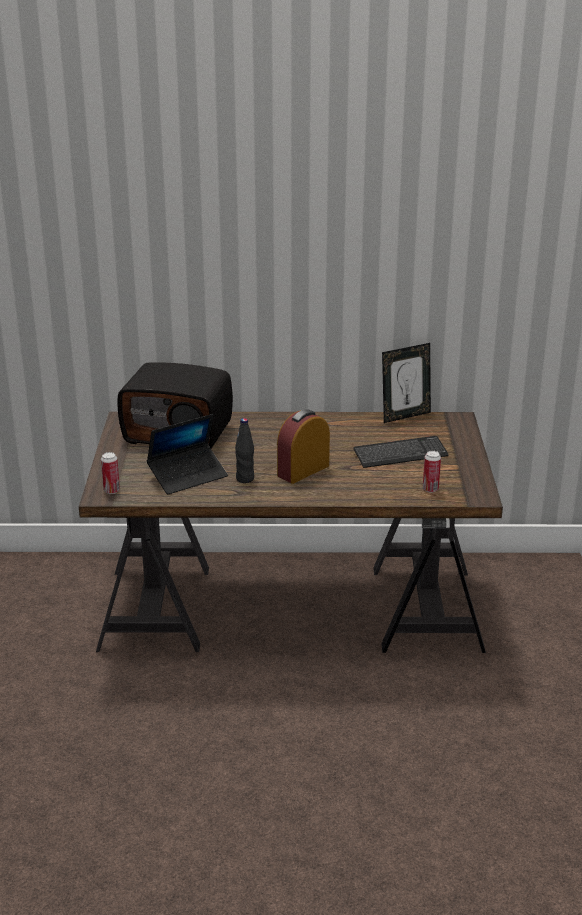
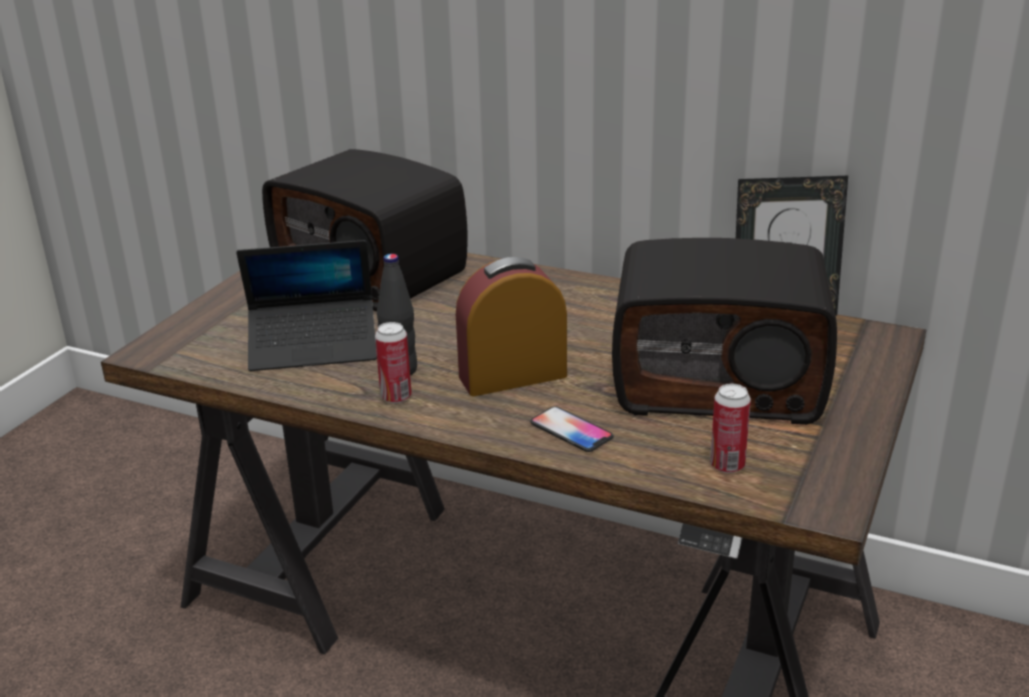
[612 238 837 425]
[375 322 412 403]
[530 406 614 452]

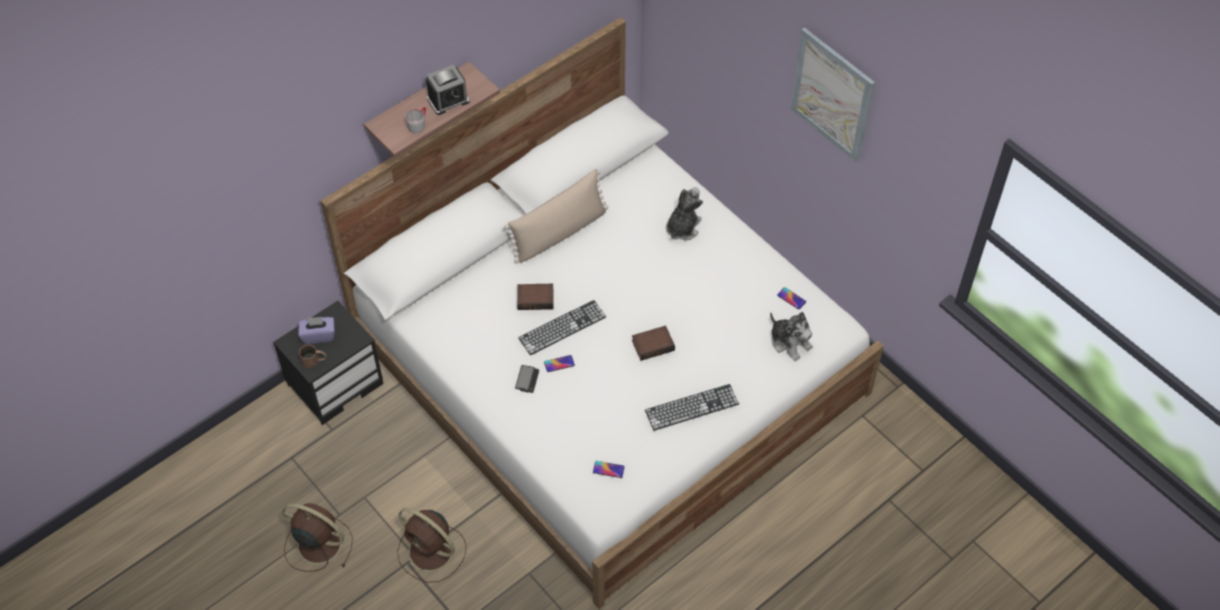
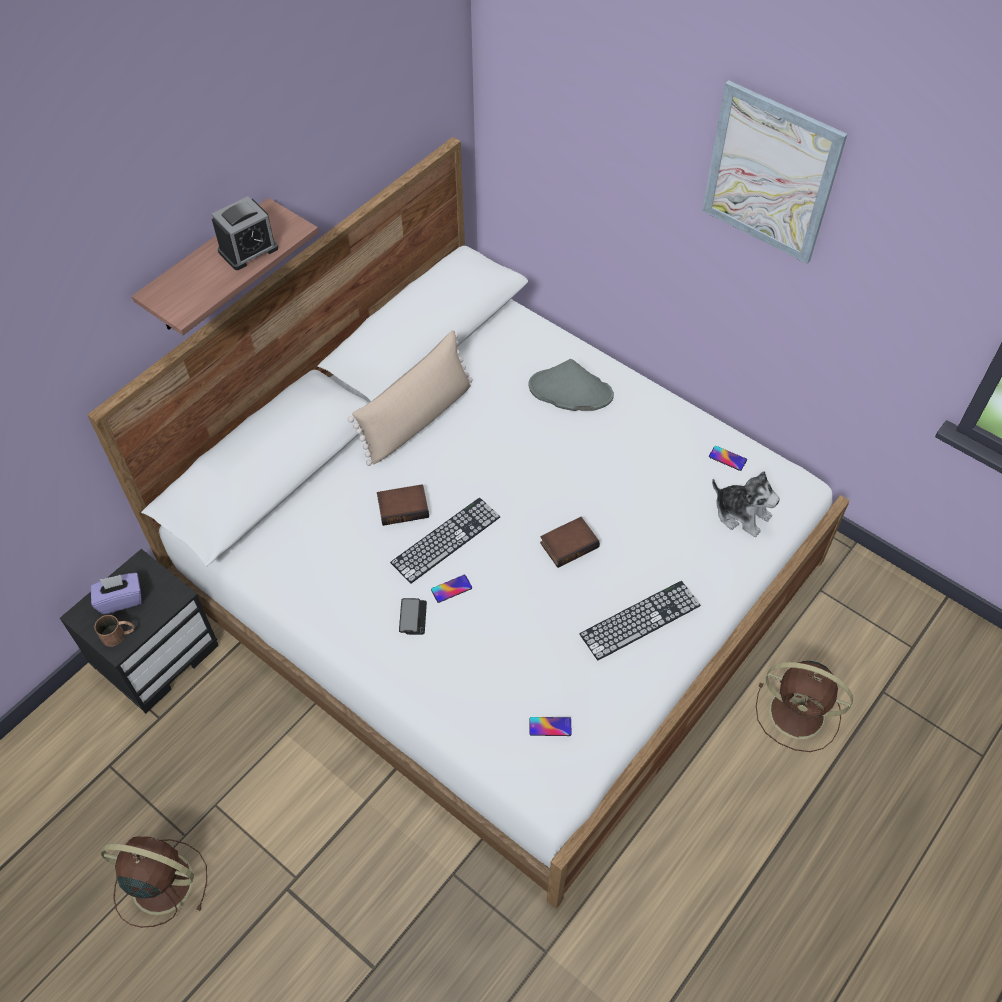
[405 107 426 134] (first image)
[528 359 614 411]
[756 661 853 752]

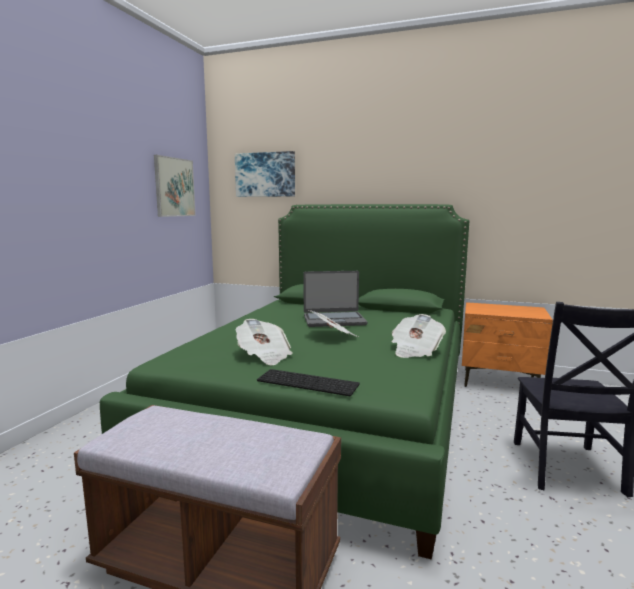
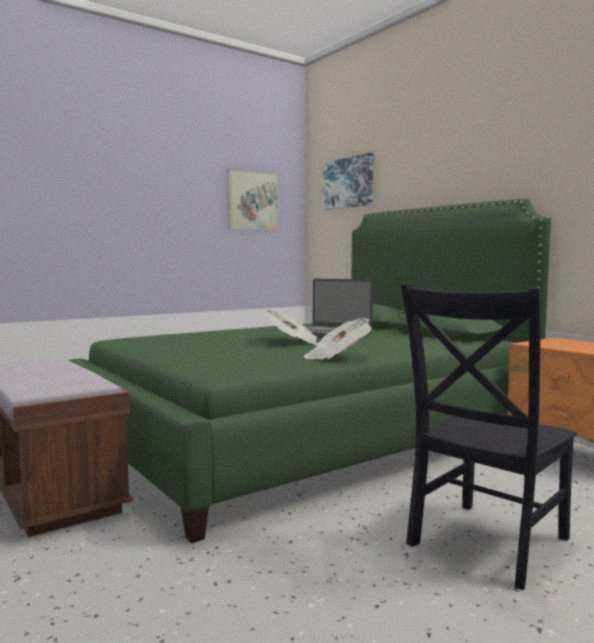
[235 319 293 366] (first image)
[257 369 360 396] (first image)

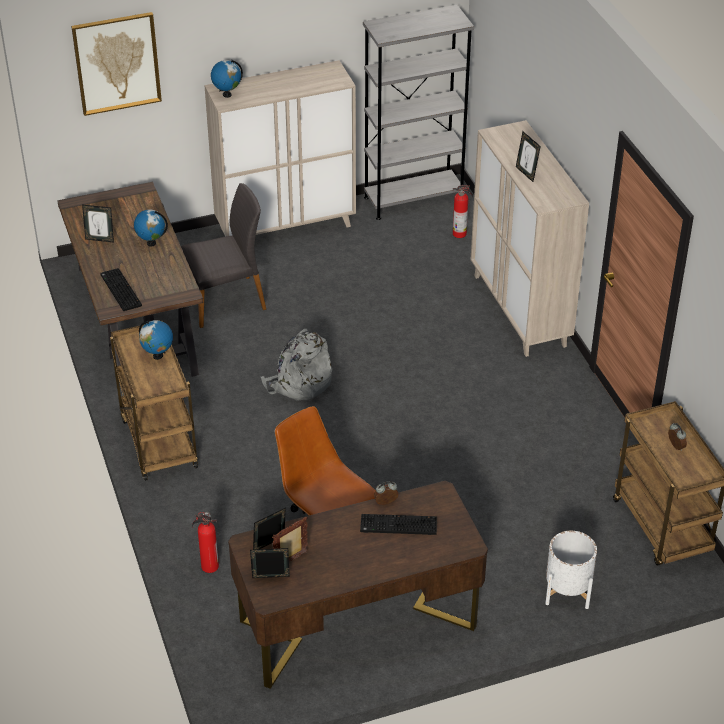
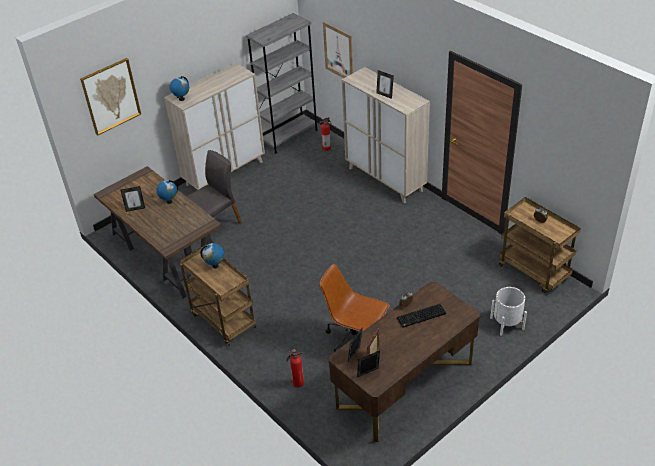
[100 268 142 311] (first image)
[261 329 332 401] (first image)
[323 22 353 78]

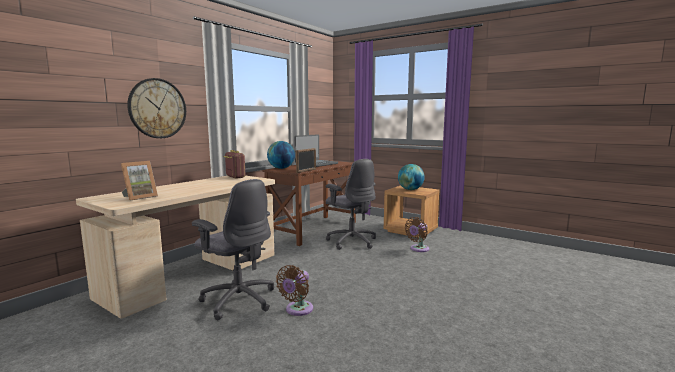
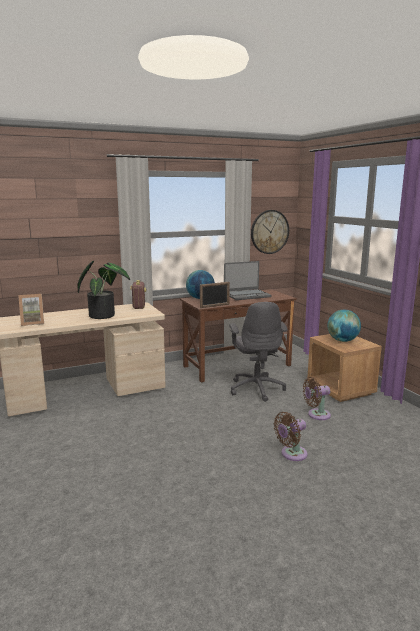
[251 210 289 254]
[192 179 274 320] (first image)
[274 412 308 461]
[78 260 130 319]

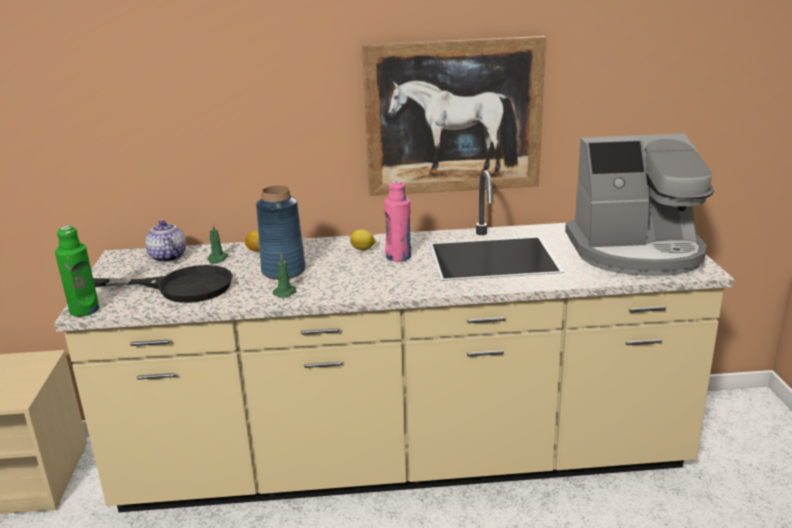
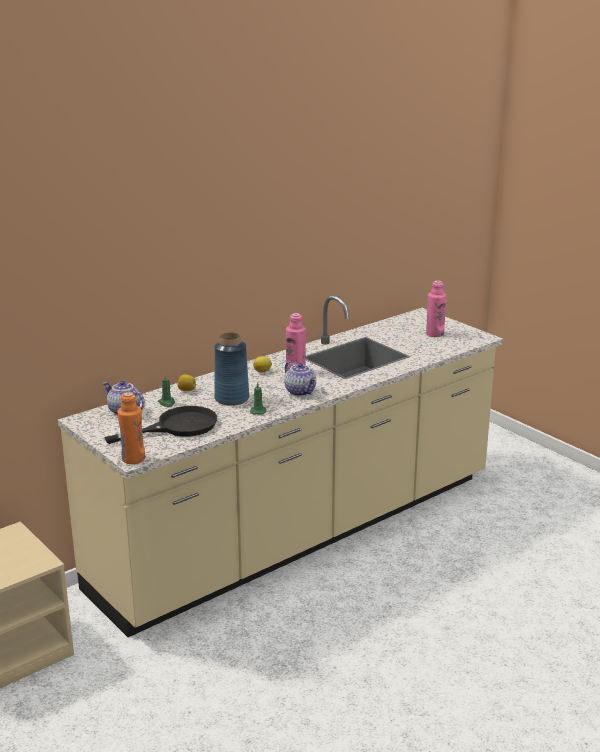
[362 36 546 196] (first image)
[426 280 446 337]
[118 392 145 464]
[284 362 316 396]

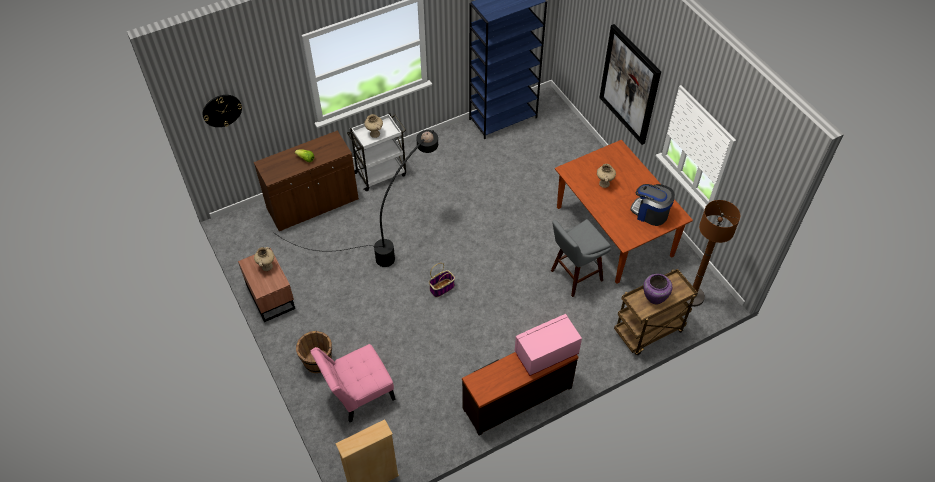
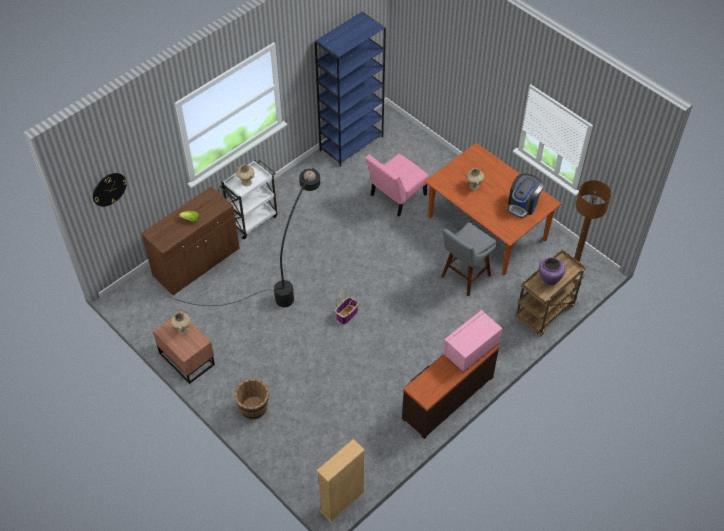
[599 24 661 145] (first image)
[508 174 544 218]
[366 154 429 216]

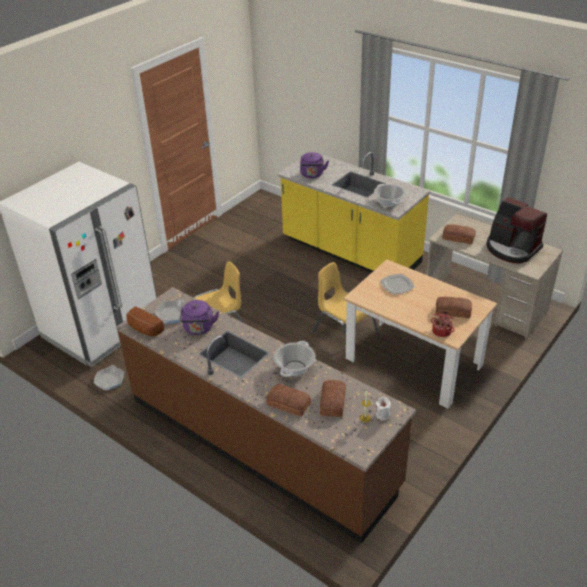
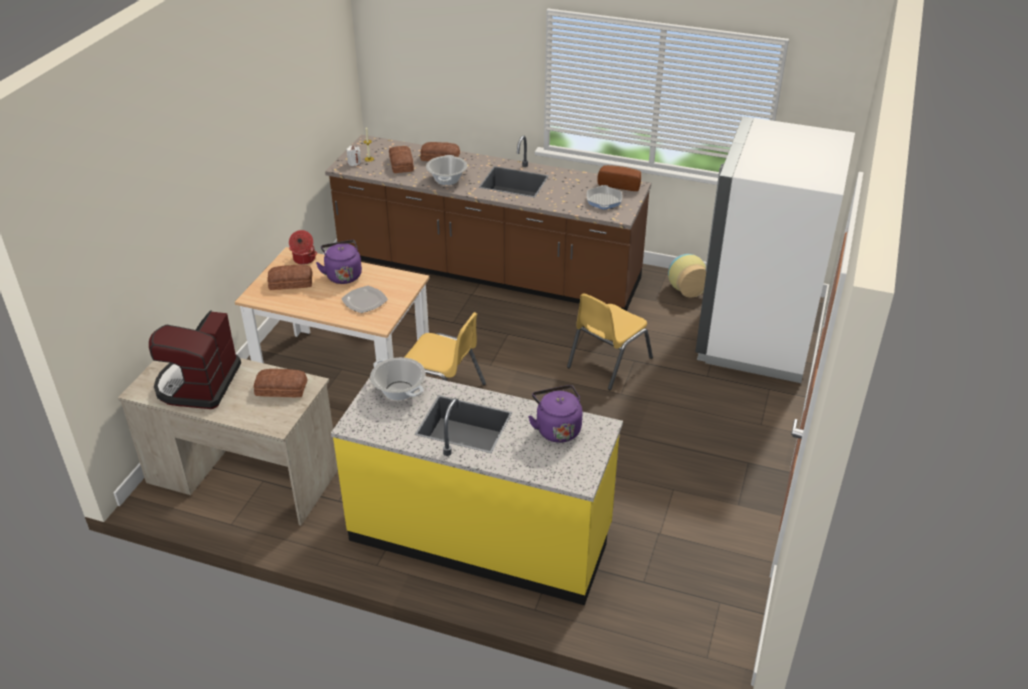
[149 310 241 409]
[316 240 362 284]
[668 254 706 298]

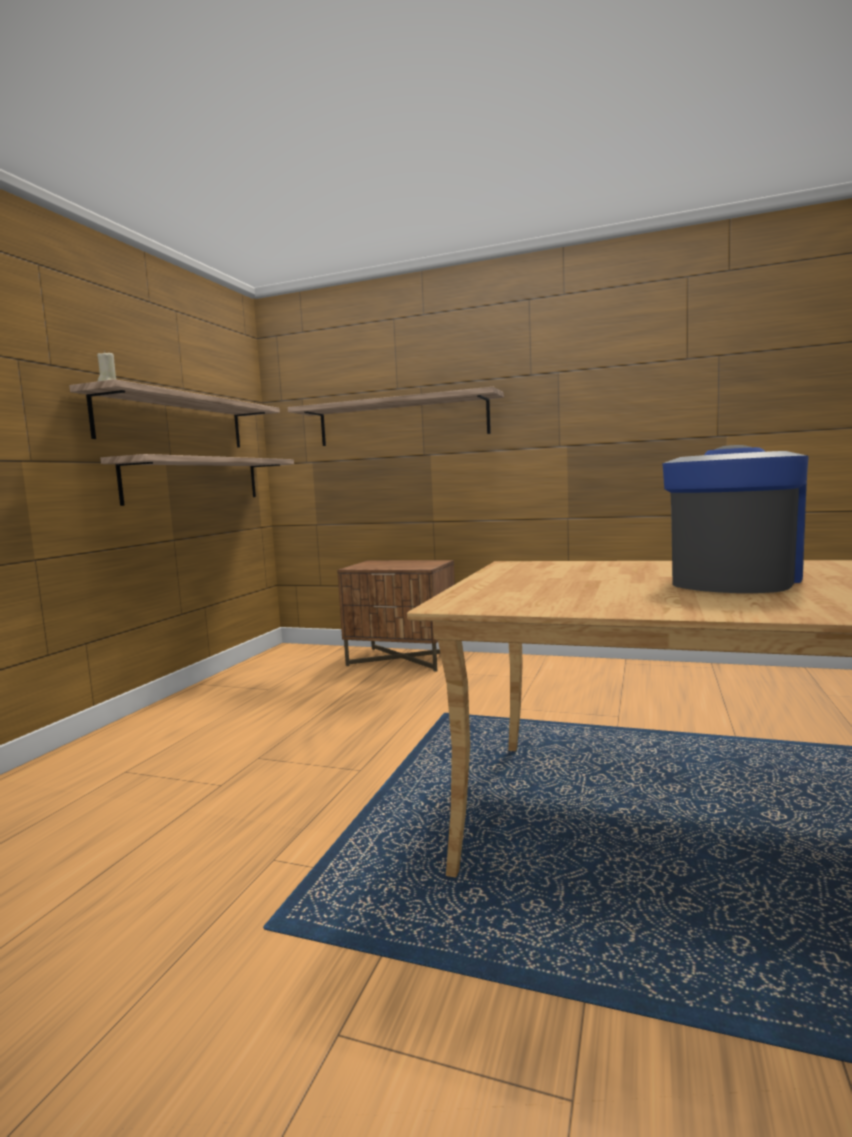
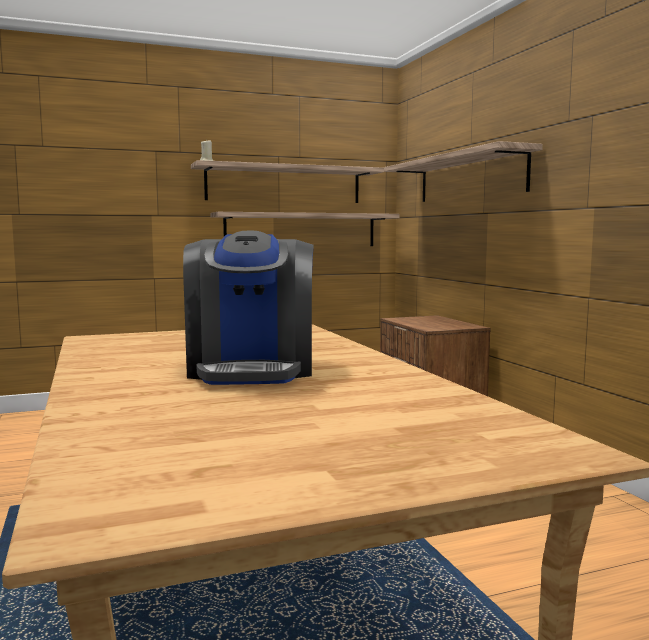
[183 231 314 385]

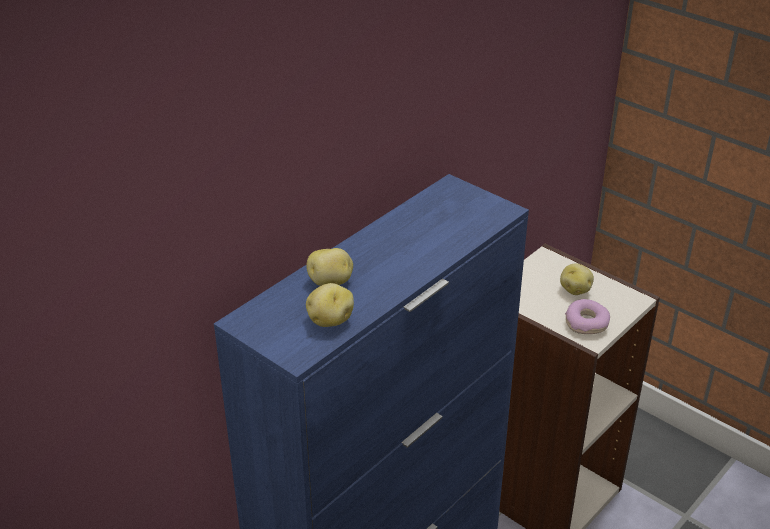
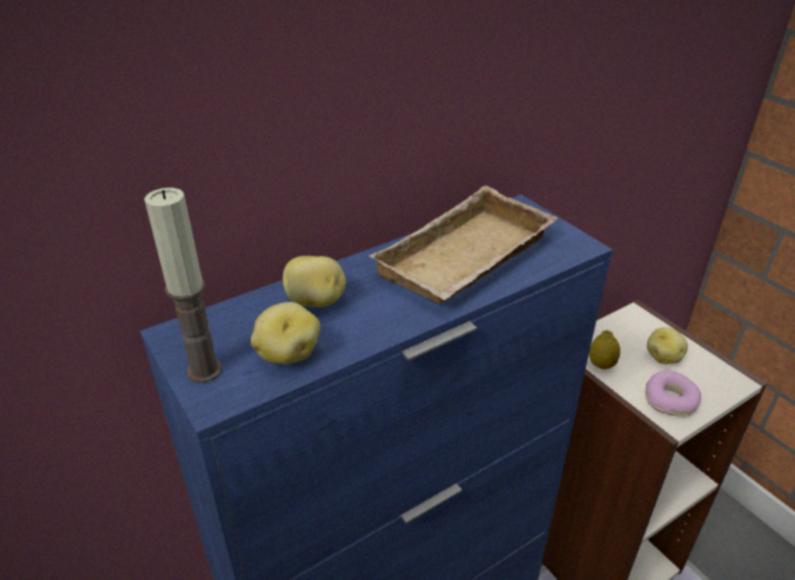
[369 185 558 304]
[144 188 222 383]
[589 330 620 369]

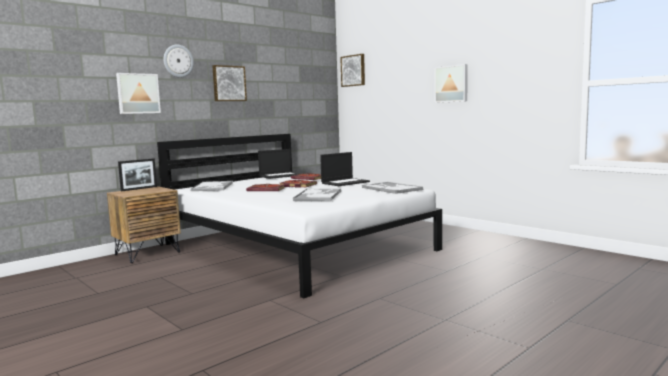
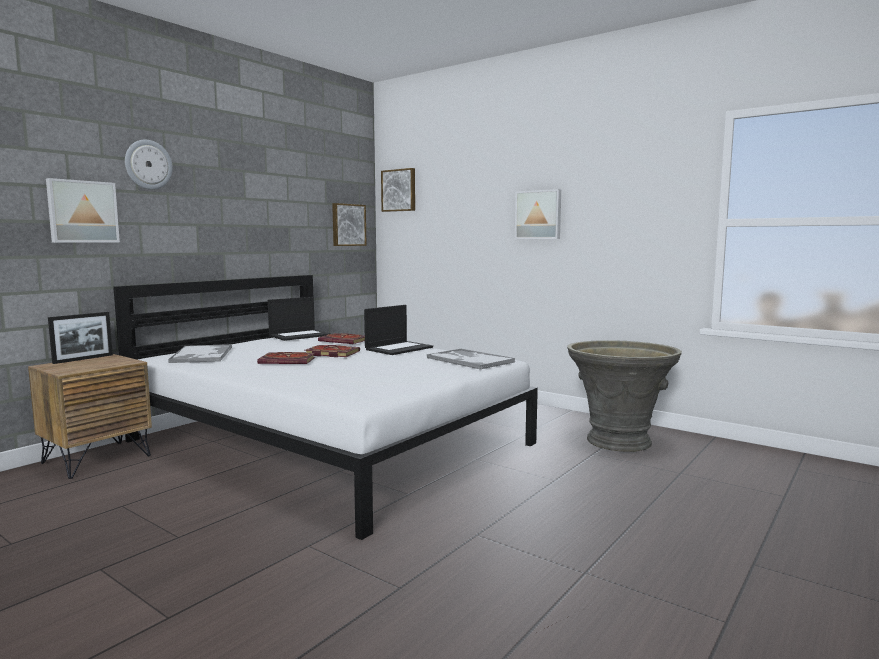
[332 203 367 246]
[293 189 341 201] (first image)
[567 340 682 452]

